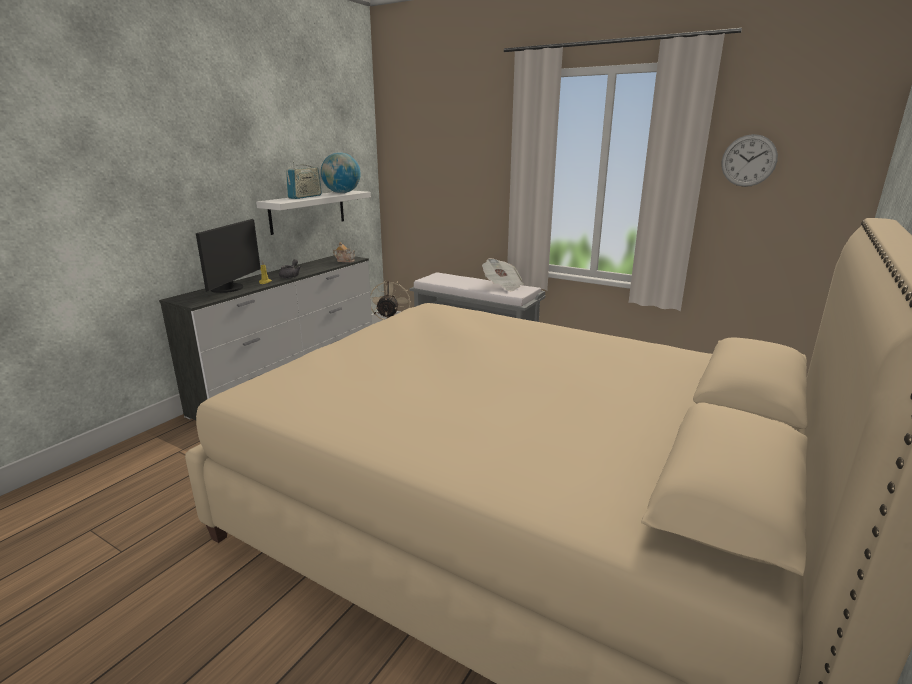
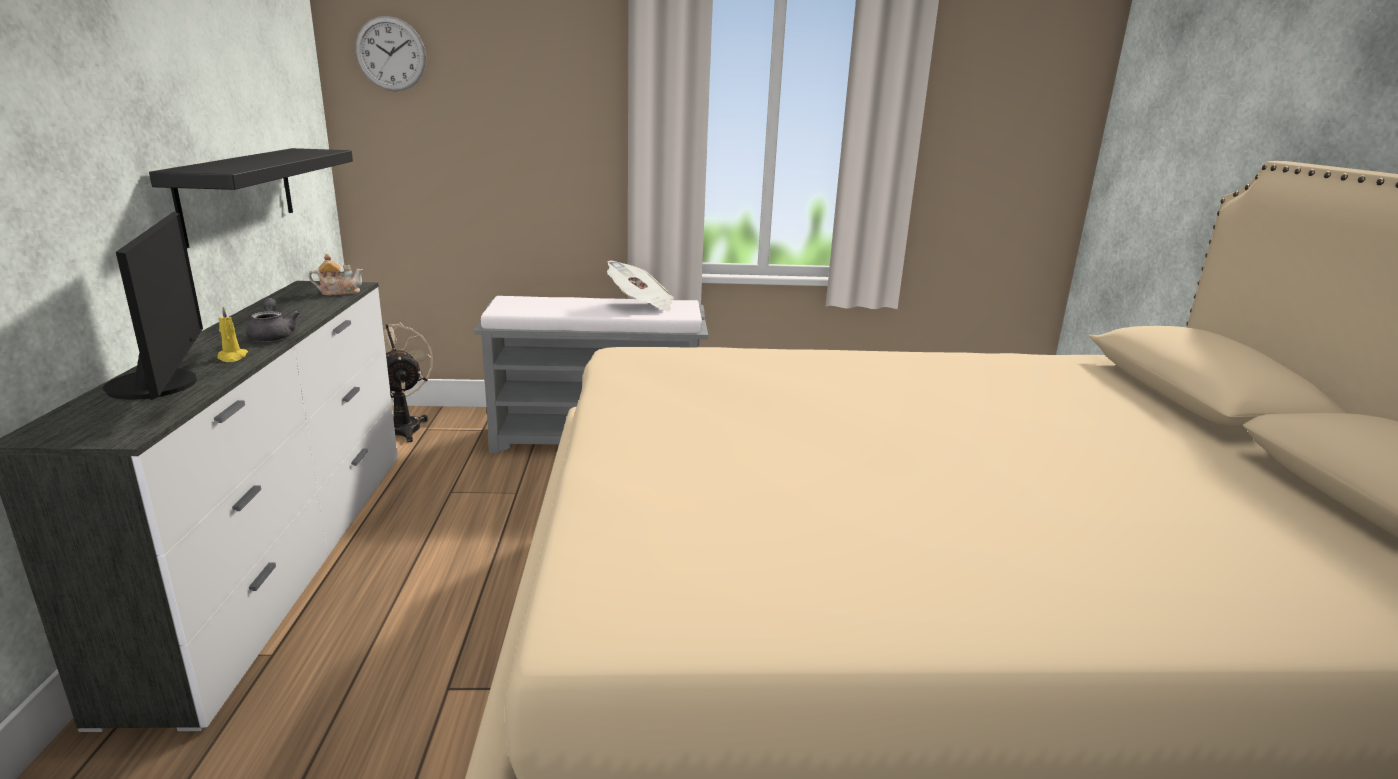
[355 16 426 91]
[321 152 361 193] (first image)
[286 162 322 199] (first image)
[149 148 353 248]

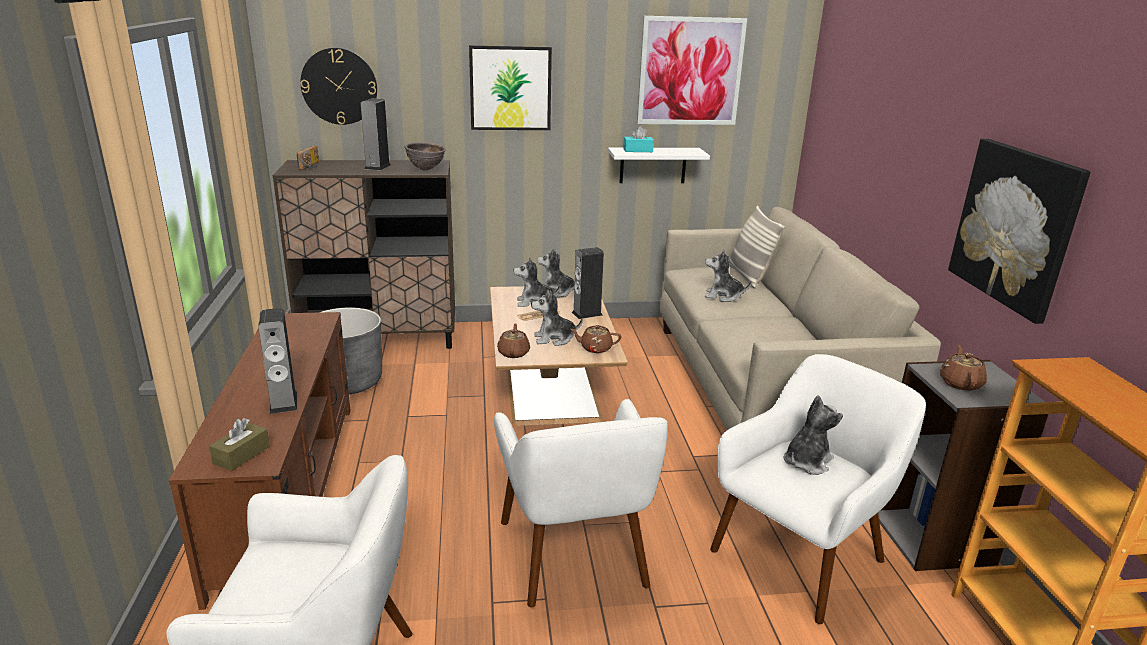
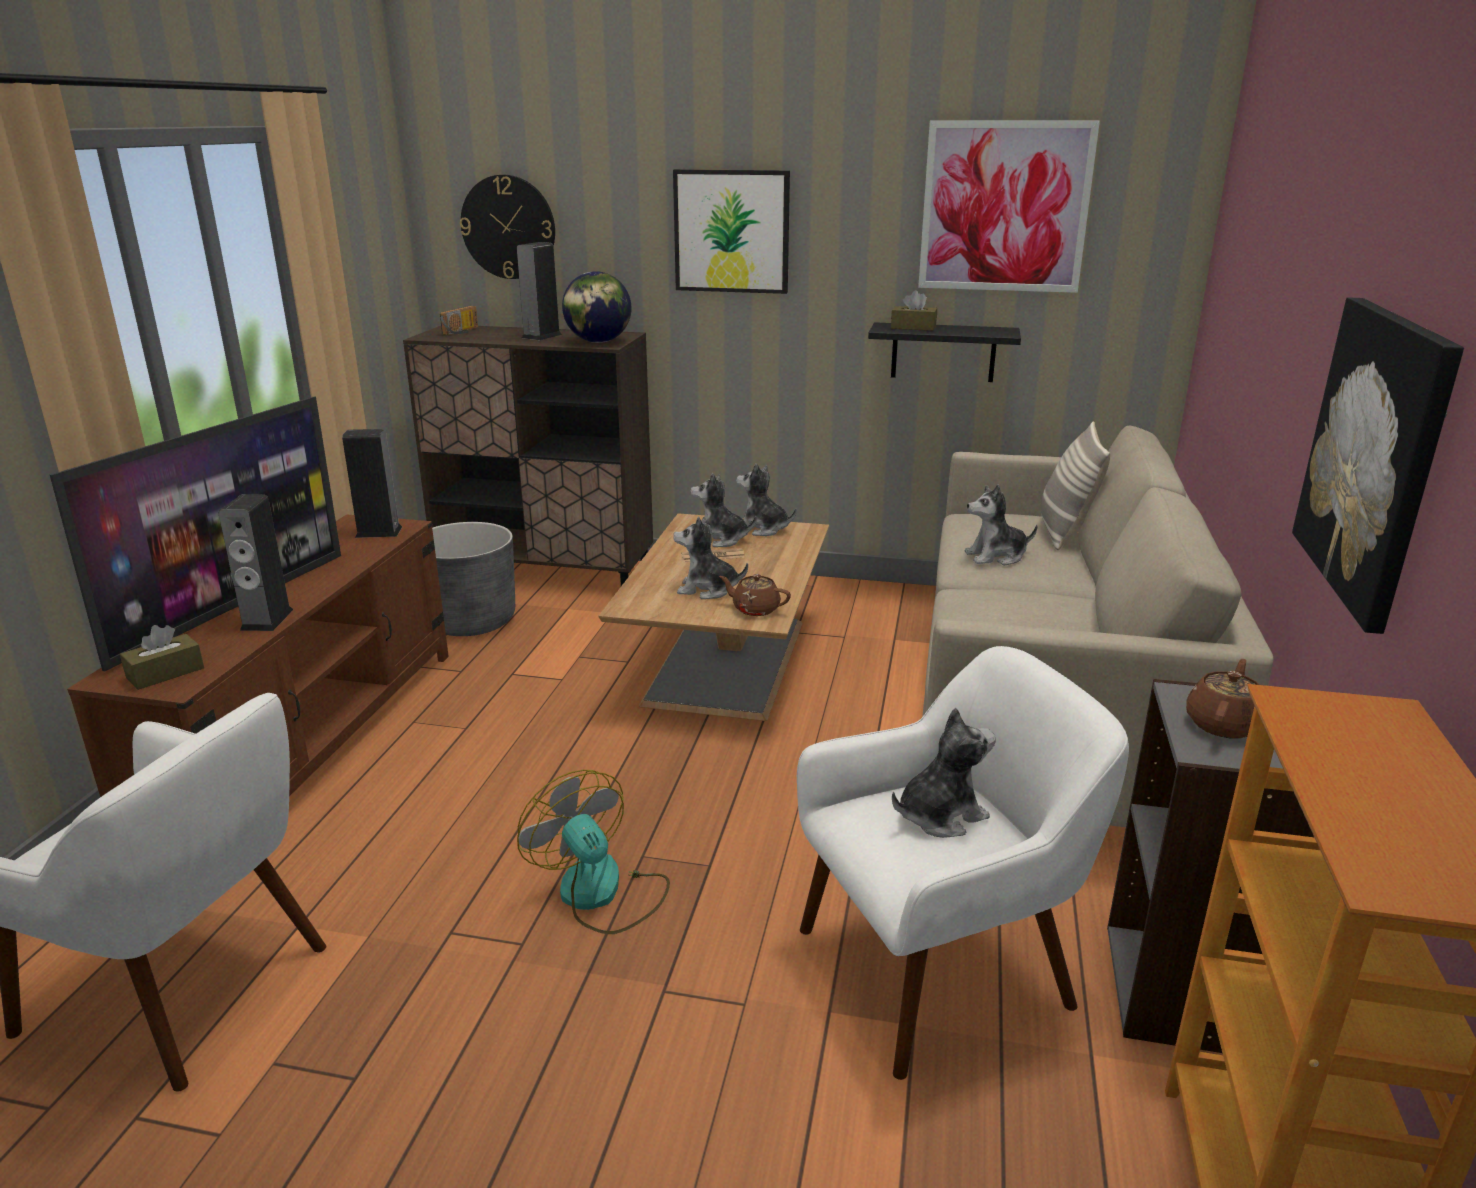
[891 290 937 331]
[562 271 631 343]
[868 322 1021 382]
[342 429 402 538]
[964 485 1038 565]
[497 323 530 358] (first image)
[517 770 670 934]
[50 397 341 671]

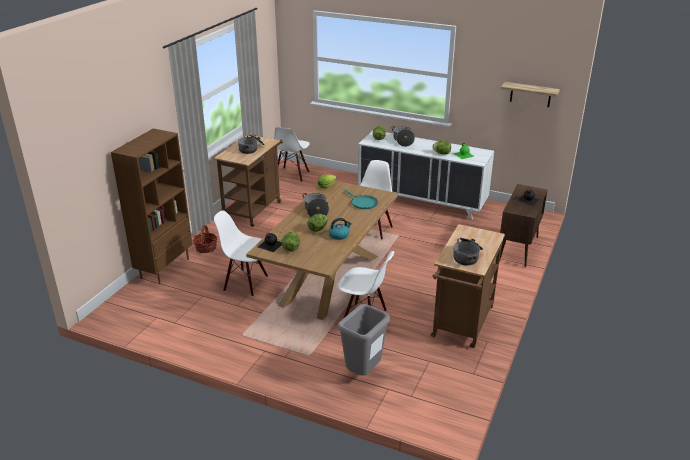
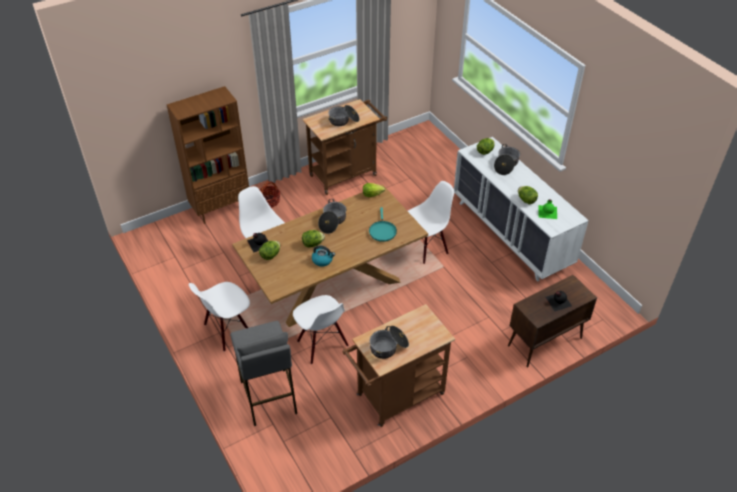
[501 82 560 107] (first image)
[189 282 250 352]
[230 321 297 426]

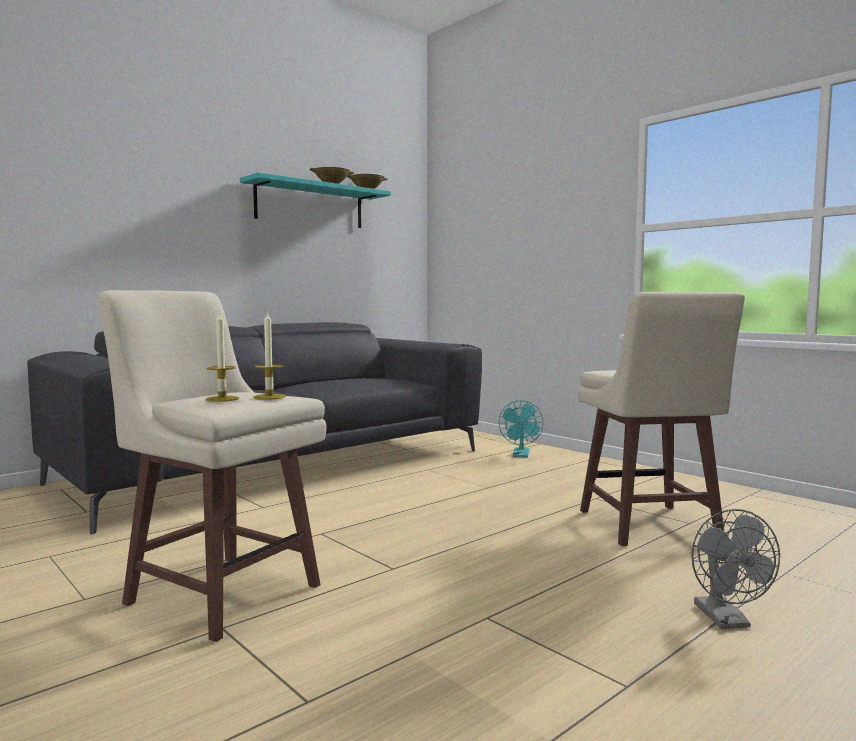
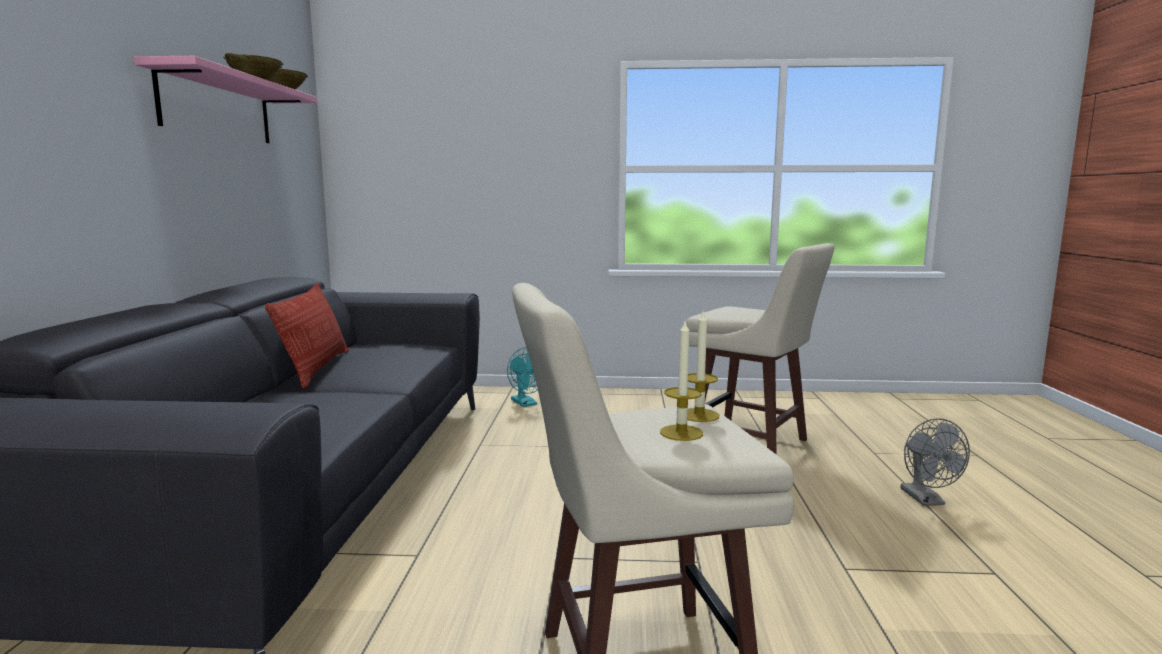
[134 56 317 143]
[900 418 970 506]
[265 283 349 389]

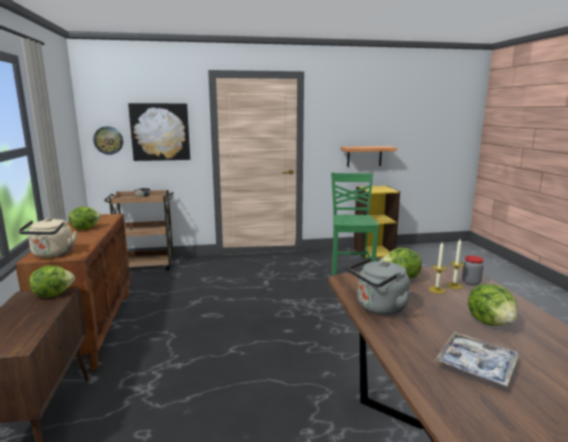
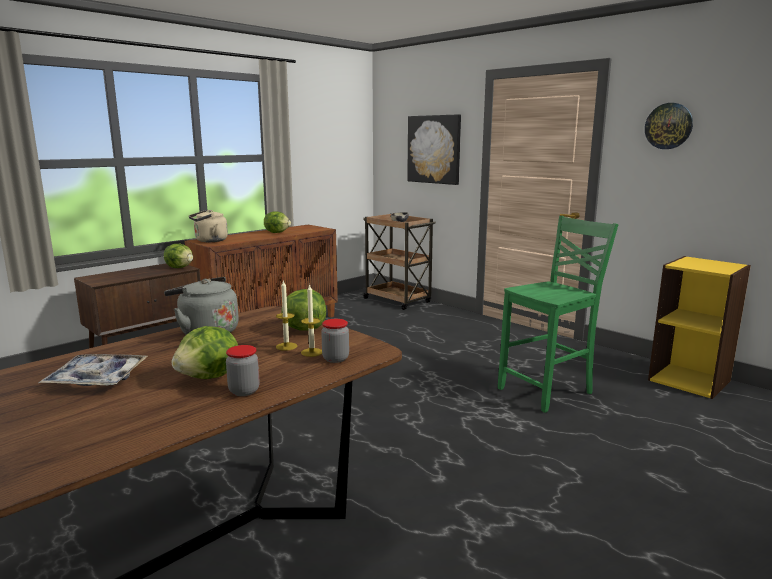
[645 103 693 149]
[341 146 397 167] (first image)
[226 345 260 396]

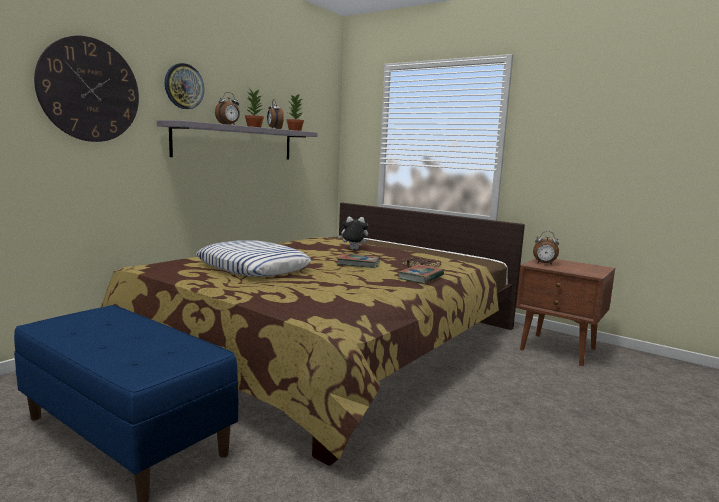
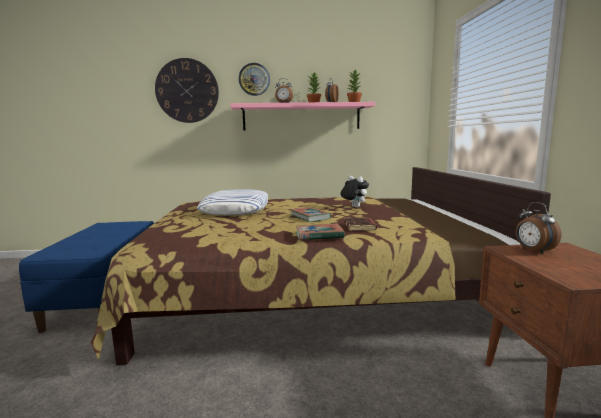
[230 102 375 131]

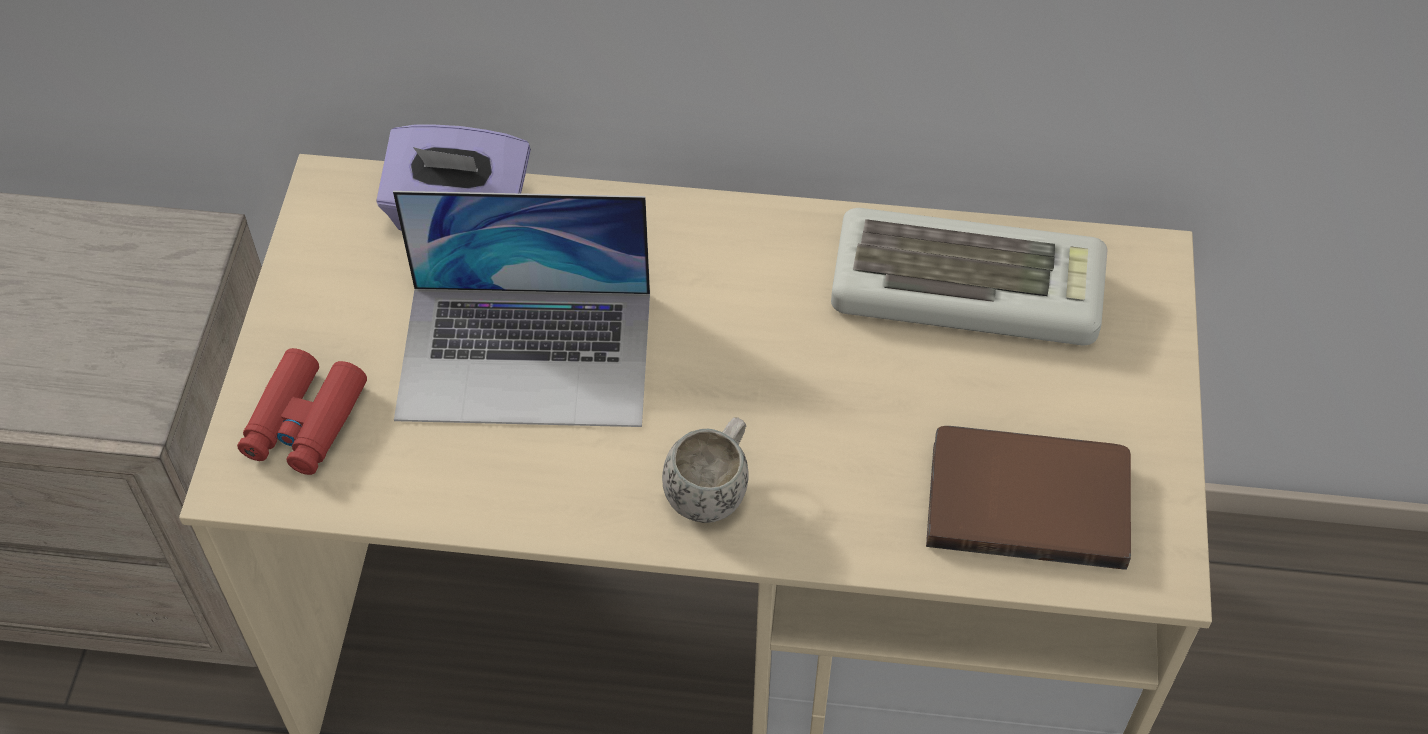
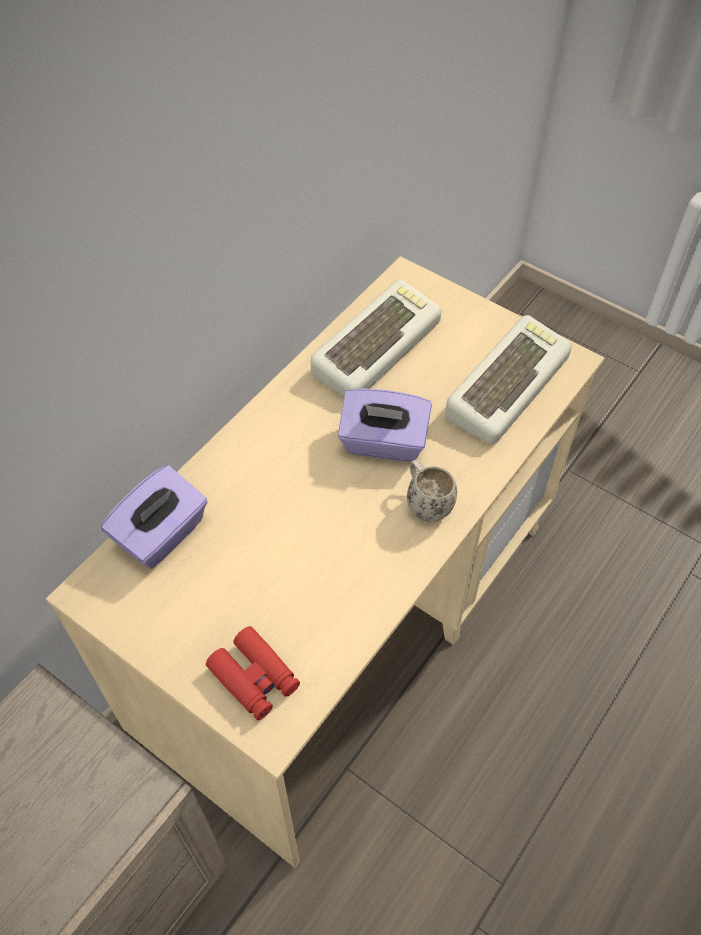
[393 191 650 427] (first image)
[445 315 571 444]
[338 388 432 462]

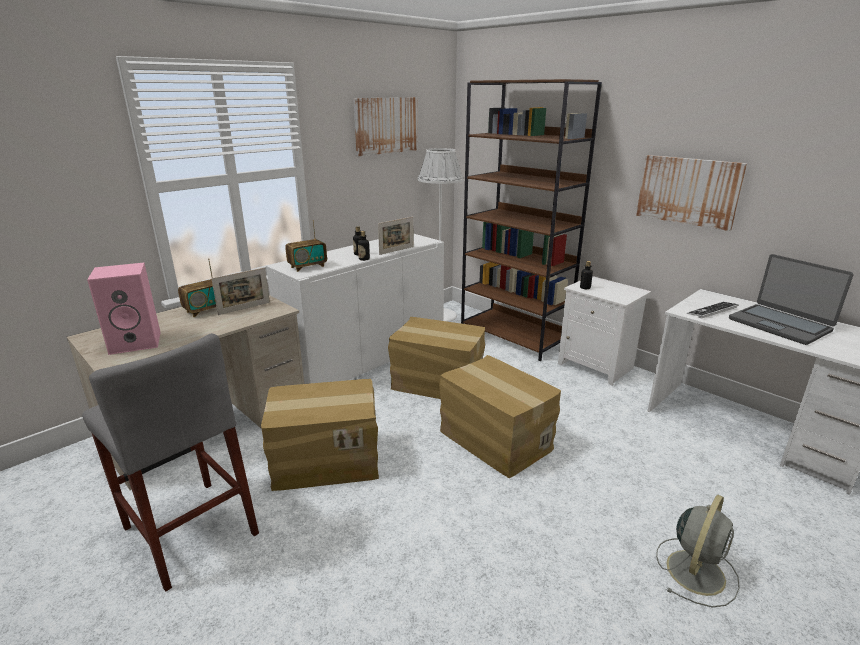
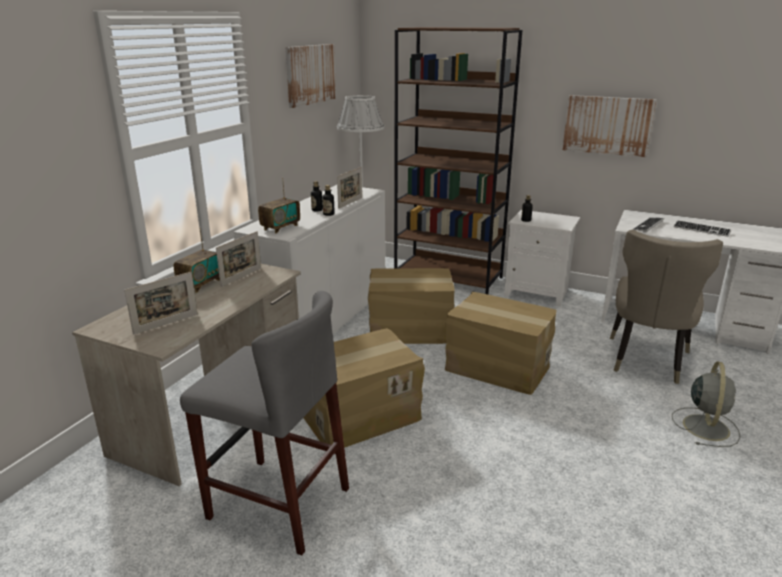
[673 220 731 237]
[124 272 198 335]
[610 230 723 384]

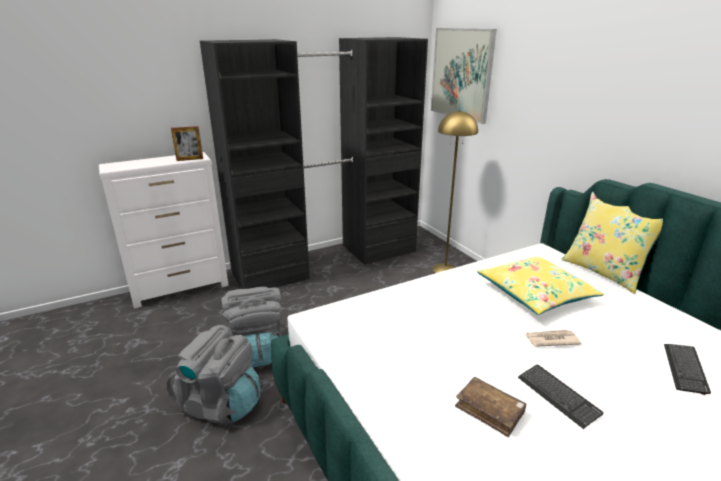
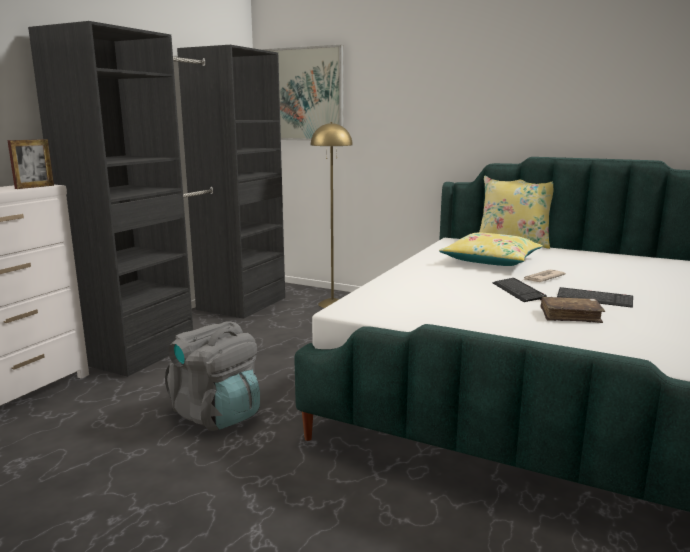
[166 325 261 425] (first image)
[493 278 547 302]

